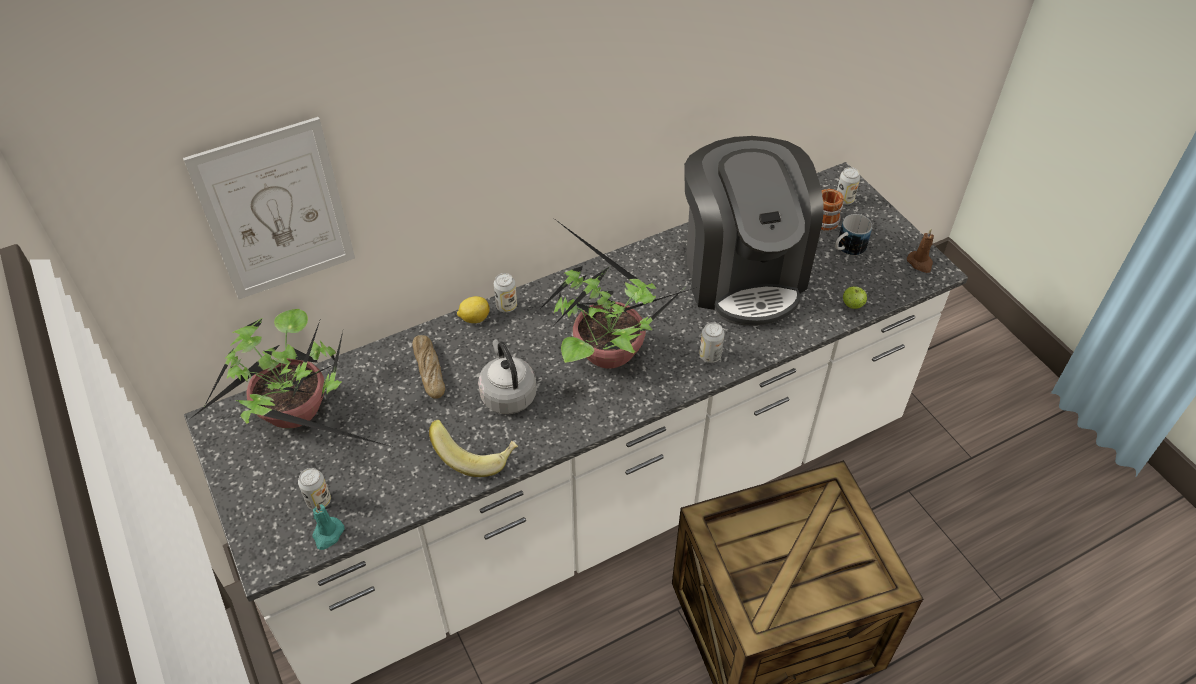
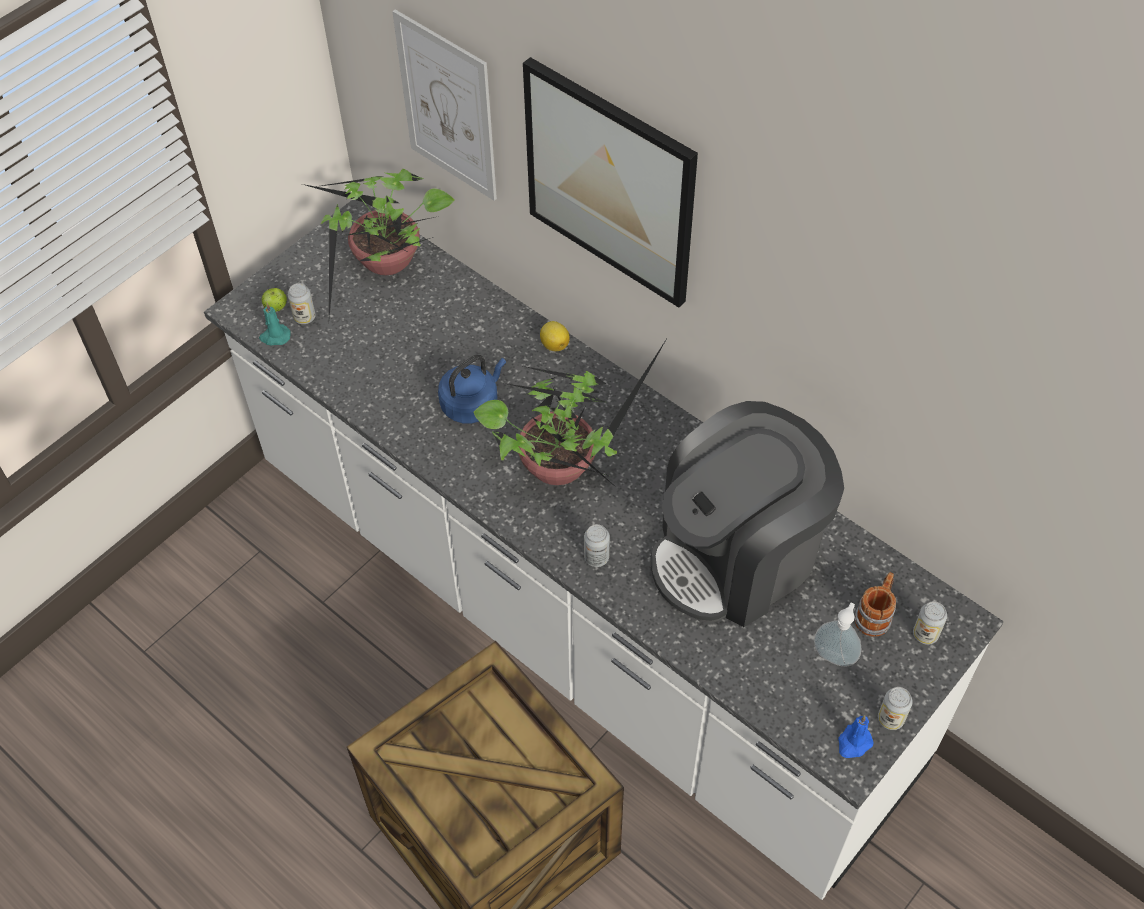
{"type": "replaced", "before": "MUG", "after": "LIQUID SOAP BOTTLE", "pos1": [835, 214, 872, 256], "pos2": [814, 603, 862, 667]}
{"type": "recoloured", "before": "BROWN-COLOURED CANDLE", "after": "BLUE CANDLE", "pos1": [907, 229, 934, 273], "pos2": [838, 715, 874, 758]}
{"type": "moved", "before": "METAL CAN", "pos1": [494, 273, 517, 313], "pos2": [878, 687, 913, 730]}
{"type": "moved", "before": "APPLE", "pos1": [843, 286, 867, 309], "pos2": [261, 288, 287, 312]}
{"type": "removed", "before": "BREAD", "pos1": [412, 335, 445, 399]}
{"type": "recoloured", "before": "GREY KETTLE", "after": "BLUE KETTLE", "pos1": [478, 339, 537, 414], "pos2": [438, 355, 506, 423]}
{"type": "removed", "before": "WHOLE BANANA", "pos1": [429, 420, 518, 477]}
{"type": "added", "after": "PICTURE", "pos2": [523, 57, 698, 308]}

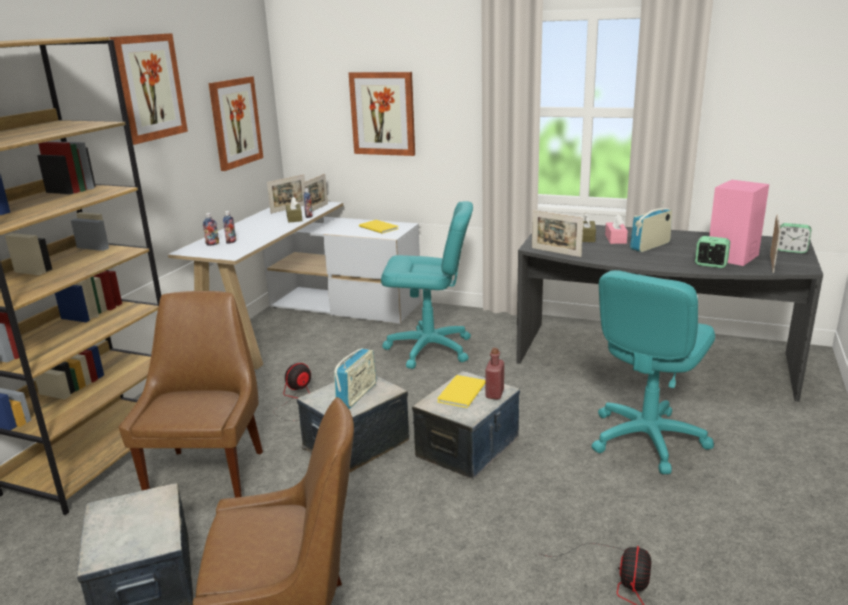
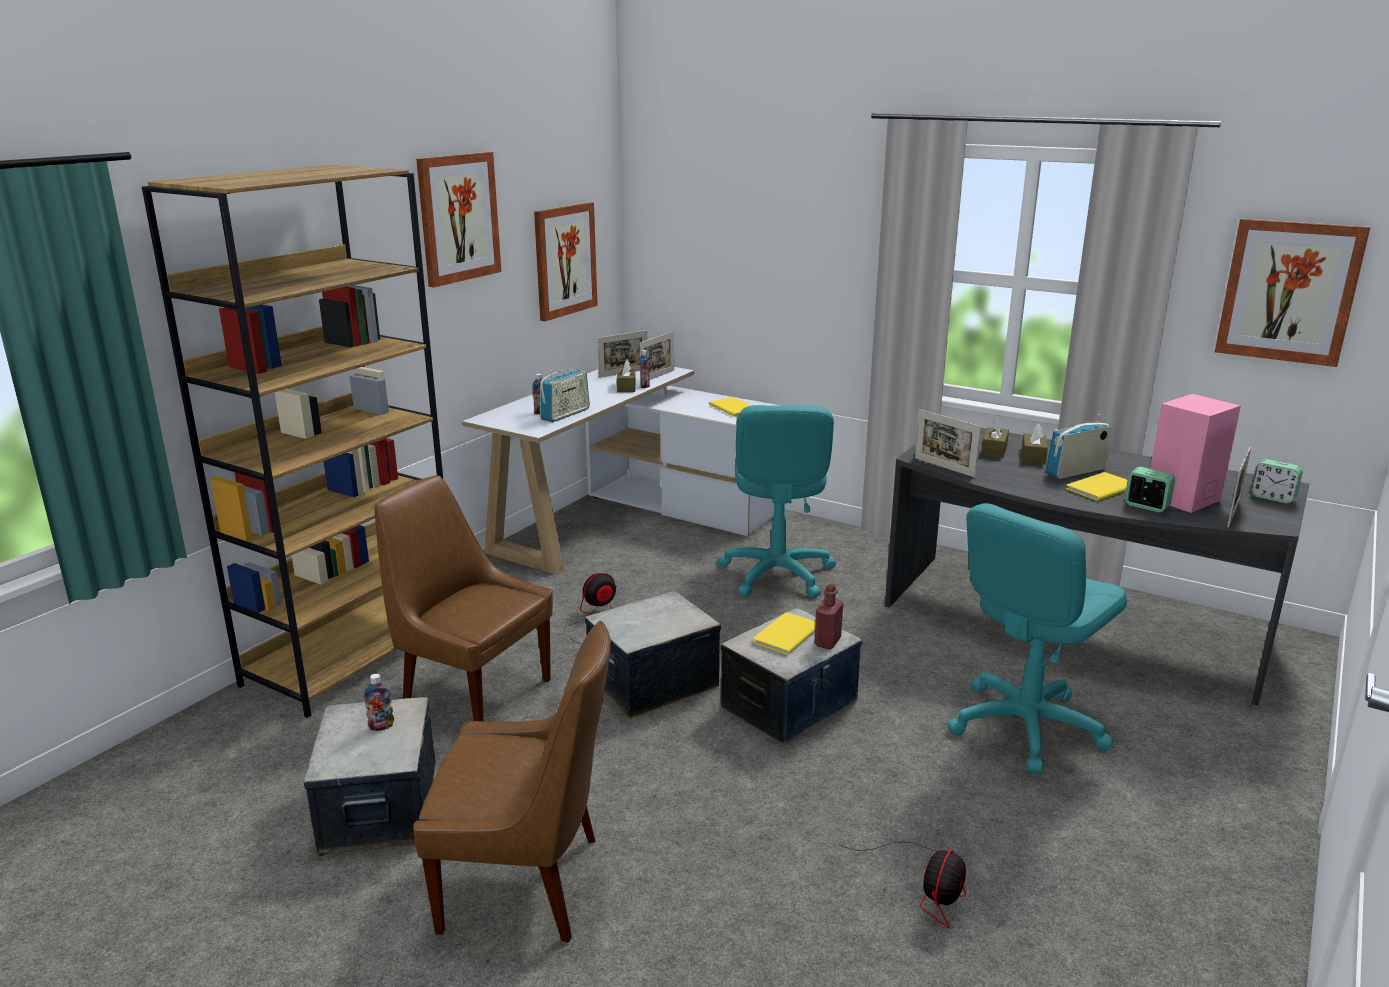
{"type": "moved", "before": "PICTURE", "pos1": [349, 72, 415, 156], "pos2": [1215, 219, 1370, 367]}
{"type": "turned", "before": "TURQUOISE OFFICE CHAIR", "pos1": [381, 201, 473, 369], "pos2": [717, 405, 836, 598], "turn": 75}
{"type": "moved", "before": "DRINK BOTTLE", "pos1": [203, 213, 219, 246], "pos2": [364, 674, 394, 731]}
{"type": "recoloured", "before": "PINK BOX OF TISSUES", "after": "BROWN-COLOURED BOX OF TISSUES", "pos1": [605, 214, 628, 244], "pos2": [1022, 424, 1048, 465]}
{"type": "turned", "before": "BROWN-COLOURED UPRIGHT CHAIR", "pos1": [119, 291, 263, 498], "pos2": [375, 475, 553, 721], "turn": -75}
{"type": "moved", "before": "RADIO", "pos1": [334, 348, 377, 409], "pos2": [540, 369, 590, 422]}
{"type": "added", "after": "YELLOWISH BOUND BOOK", "pos2": [1066, 472, 1128, 501]}

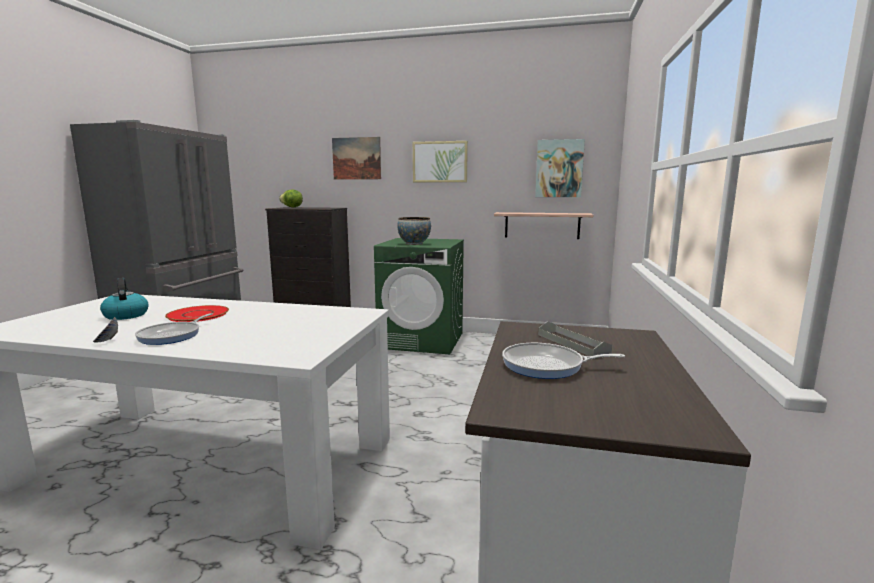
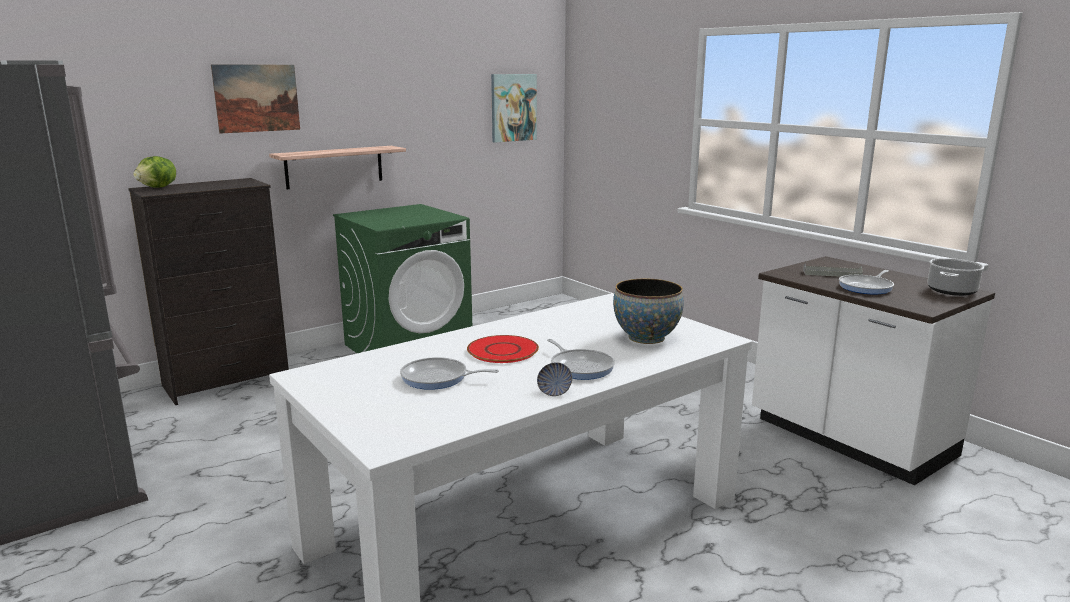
{"type": "removed", "before": "PICTURE", "pos1": [413, 141, 468, 182]}
{"type": "moved", "before": "SHELF", "pos1": [494, 212, 593, 239], "pos2": [269, 146, 406, 189]}
{"type": "moved", "before": "SERVING BOWL", "pos1": [397, 217, 431, 245], "pos2": [613, 279, 684, 344]}
{"type": "replaced", "before": "KETTLE", "after": "PAN", "pos1": [100, 278, 149, 320], "pos2": [400, 357, 499, 390]}
{"type": "added", "after": "STOCKPOT", "pos2": [928, 258, 984, 296]}

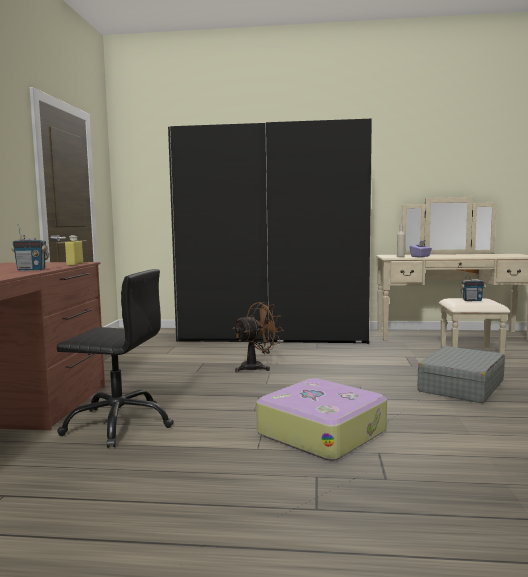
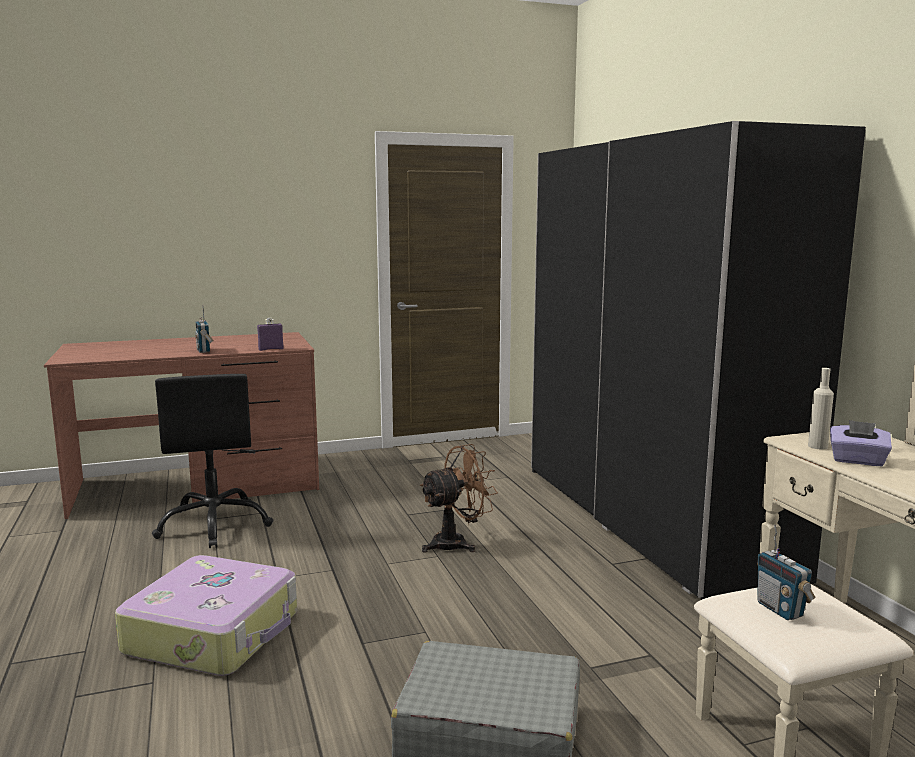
{"type": "recoloured", "before": "YELLOWISH DRINK BOTTLE", "after": "PURPLE DRINK BOTTLE", "pos1": [65, 235, 83, 265], "pos2": [257, 318, 283, 351]}
{"type": "turned", "before": "BROWN-COLOURED FAN", "pos1": [232, 302, 284, 372], "pos2": [420, 444, 498, 553], "turn": -60}

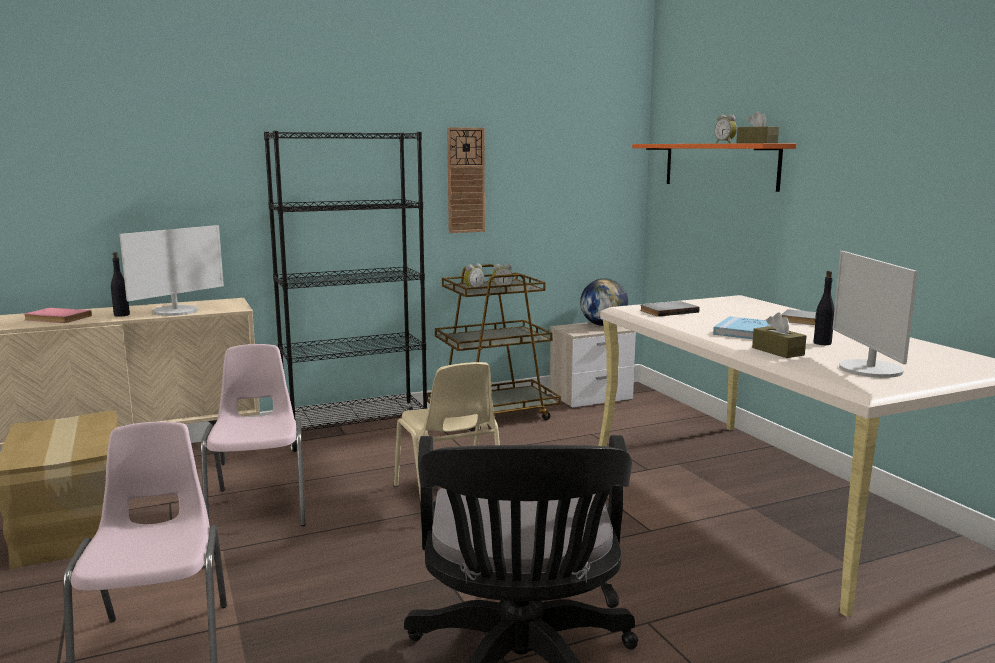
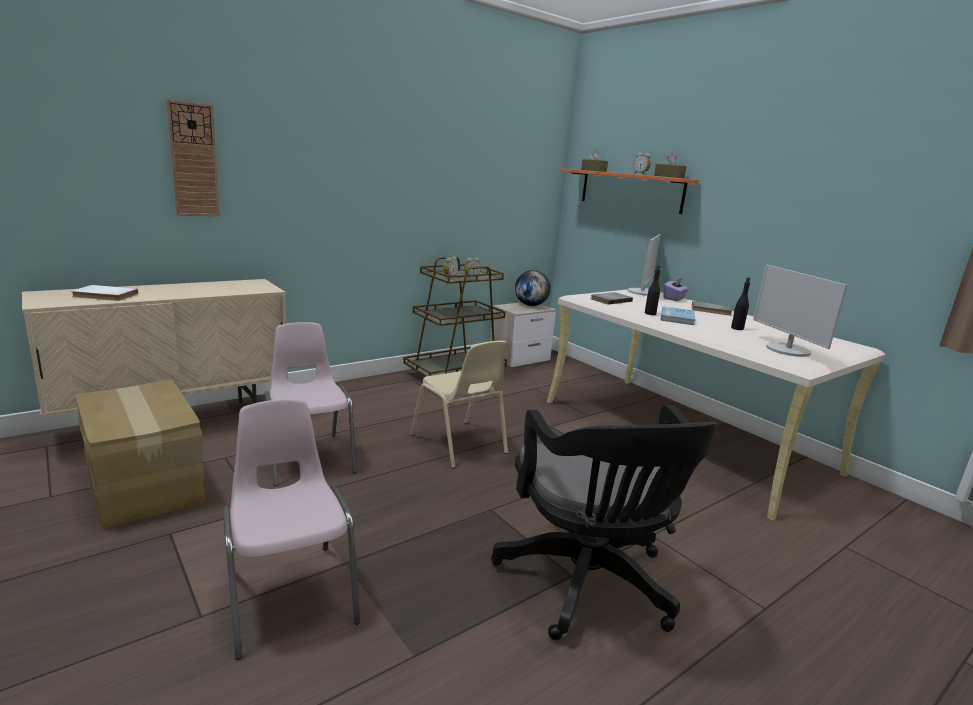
{"type": "moved", "before": "CLOCK ON THE WALL", "pos1": [447, 127, 485, 233], "pos2": [167, 100, 220, 216]}
{"type": "removed", "before": "BLACKISH BOOKSHELF", "pos1": [264, 131, 428, 452]}
{"type": "moved", "before": "MONITOR", "pos1": [119, 225, 224, 316], "pos2": [627, 234, 661, 296]}
{"type": "moved", "before": "BLACKISH DRINK BOTTLE", "pos1": [111, 252, 130, 317], "pos2": [645, 265, 660, 315]}
{"type": "recoloured", "before": "PINK BOUND BOOK", "after": "WHITISH BOUND BOOK", "pos1": [24, 308, 92, 323], "pos2": [72, 285, 138, 301]}
{"type": "moved", "before": "BROWN-COLOURED BOX OF TISSUES", "pos1": [752, 313, 806, 358], "pos2": [581, 150, 608, 172]}
{"type": "added", "after": "PURPLE BOX OF TISSUES", "pos2": [663, 278, 689, 301]}

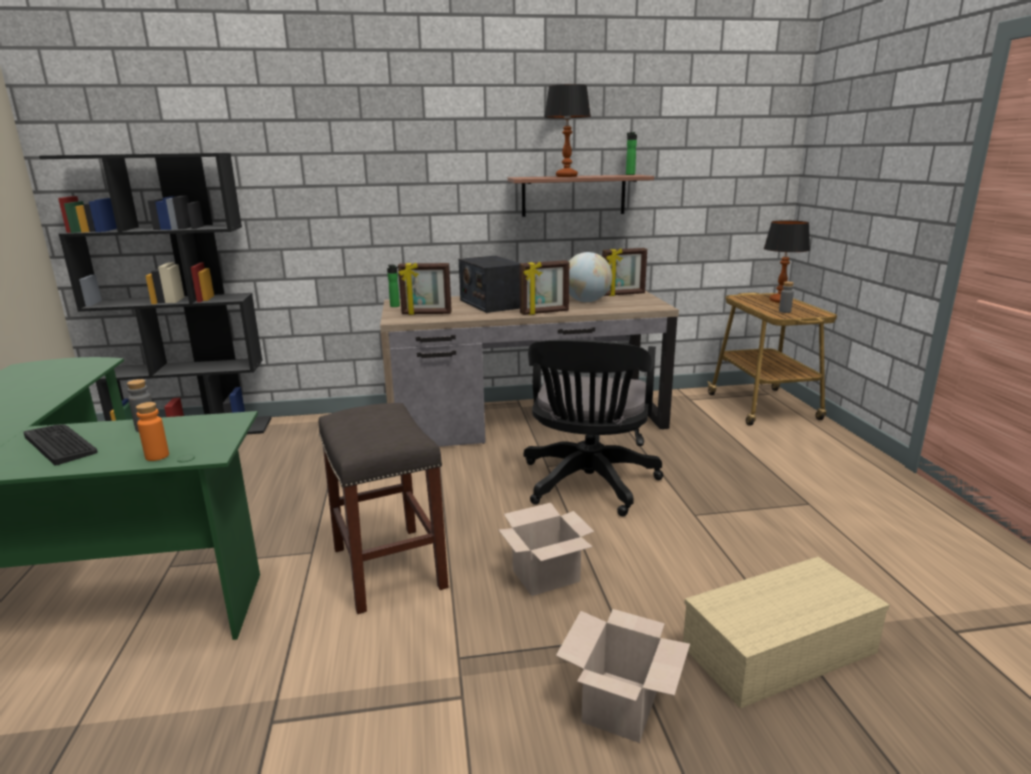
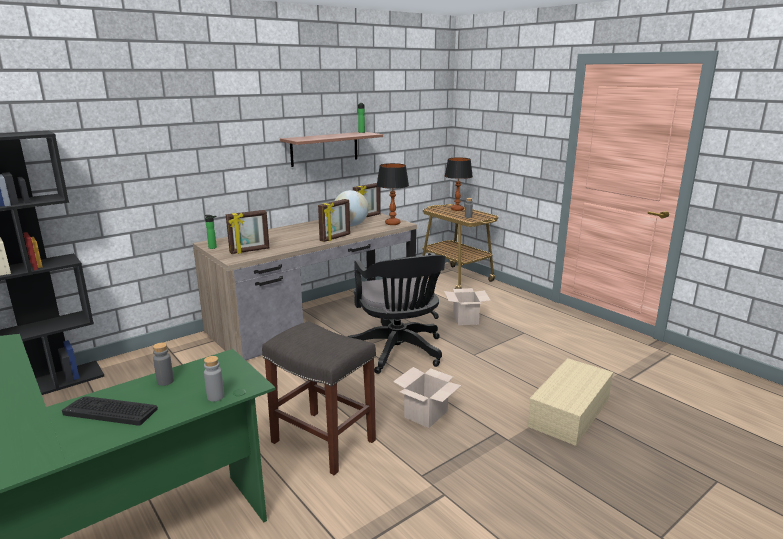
{"type": "moved", "before": "TABLETOP LAMP", "pos1": [544, 84, 591, 177], "pos2": [377, 163, 409, 225]}
{"type": "removed", "before": "RADIO", "pos1": [459, 256, 520, 313]}
{"type": "recoloured", "before": "ORANGE DRINK BOTTLE", "after": "GREY DRINK BOTTLE", "pos1": [136, 402, 169, 461], "pos2": [204, 356, 224, 401]}
{"type": "moved", "before": "PACKING BOX", "pos1": [556, 609, 690, 743], "pos2": [444, 288, 491, 325]}

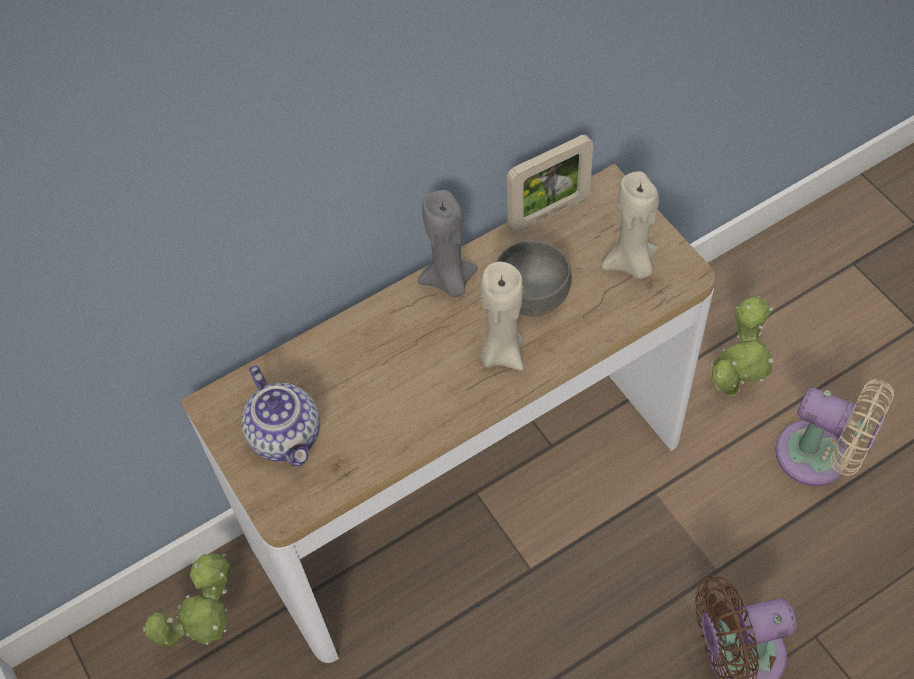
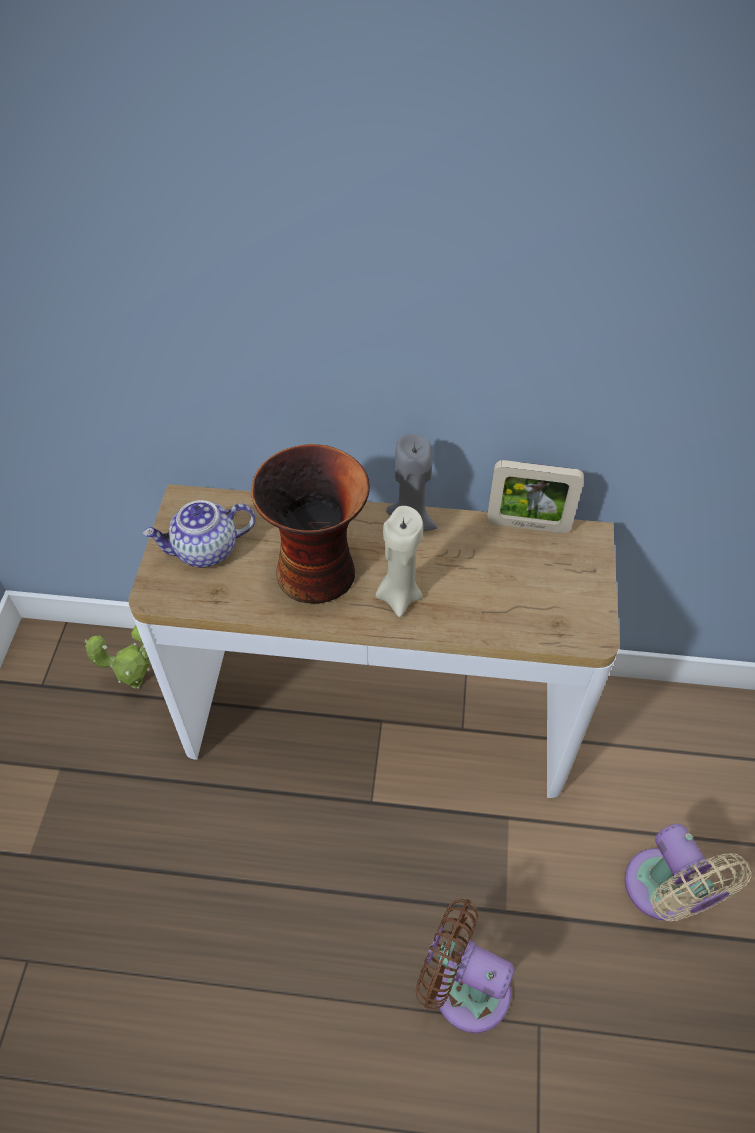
{"type": "removed", "before": "BEIGE-COLOURED CANDLE", "pos1": [602, 171, 659, 279]}
{"type": "removed", "before": "GREY SERVING BOWL", "pos1": [497, 240, 572, 317]}
{"type": "removed", "before": "PLANT IN A POT", "pos1": [710, 296, 773, 396]}
{"type": "turned", "before": "POT FOR TEA", "pos1": [241, 365, 320, 467], "pos2": [143, 500, 256, 568], "turn": 60}
{"type": "added", "after": "VASE", "pos2": [251, 444, 370, 604]}

